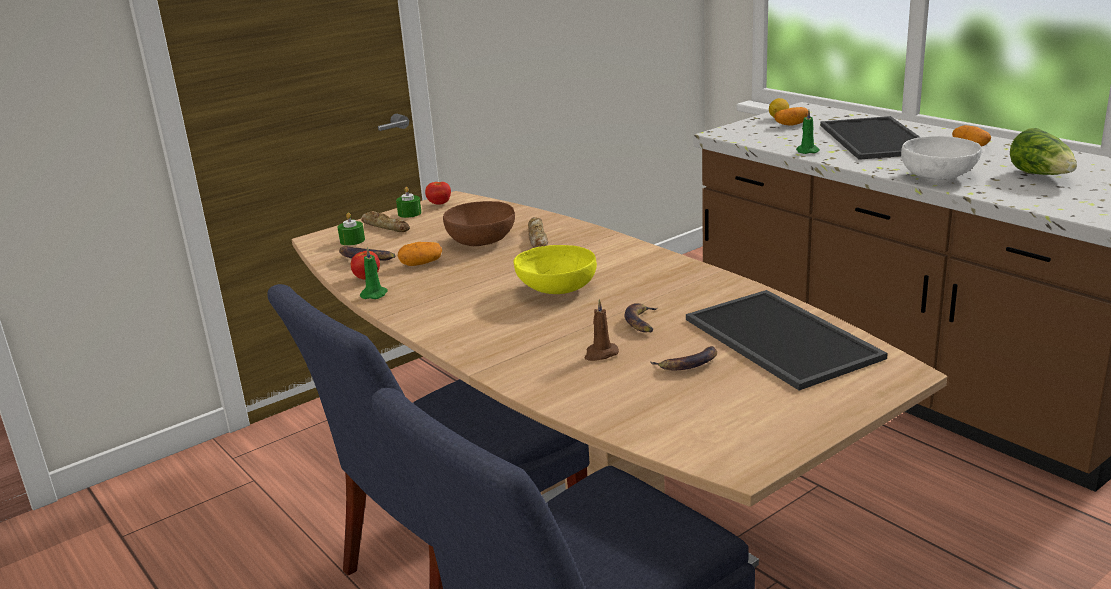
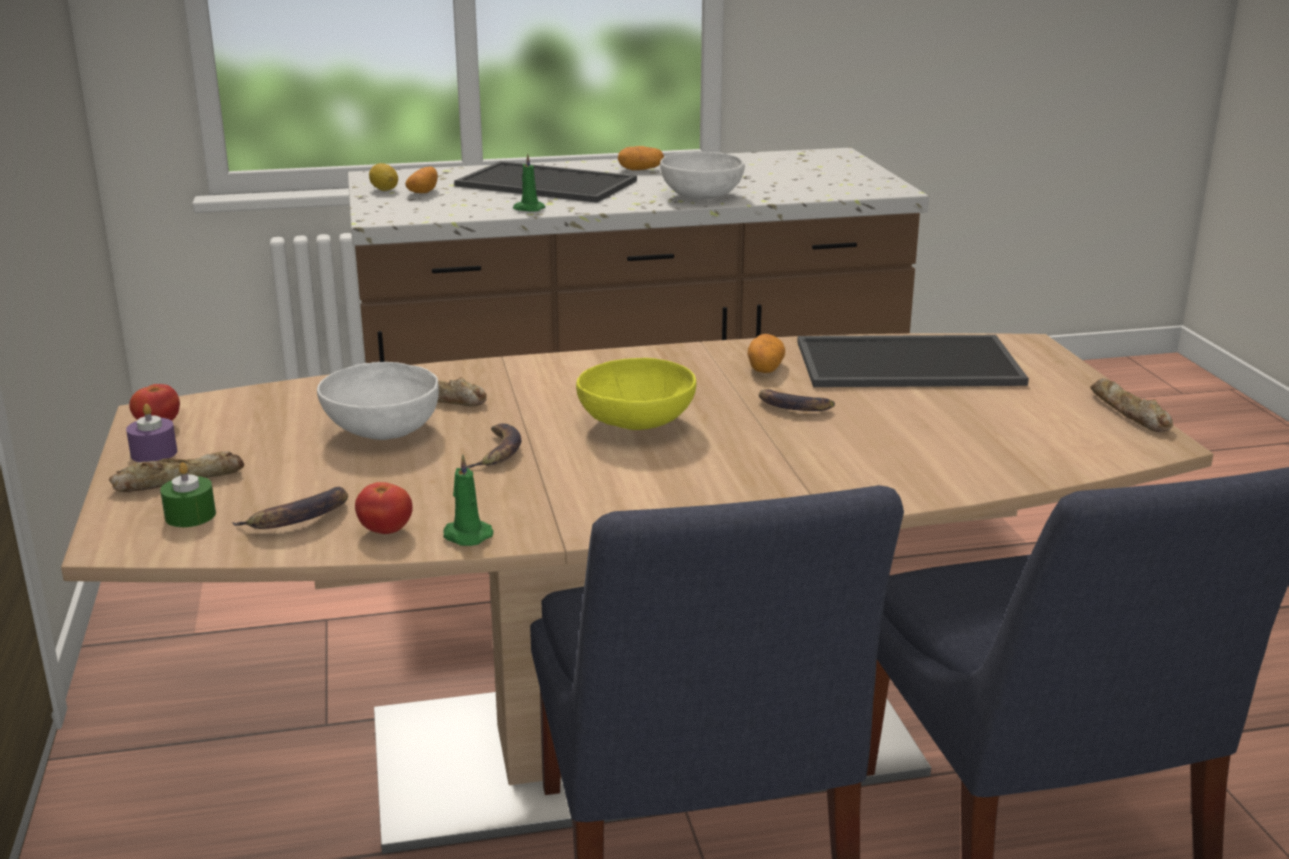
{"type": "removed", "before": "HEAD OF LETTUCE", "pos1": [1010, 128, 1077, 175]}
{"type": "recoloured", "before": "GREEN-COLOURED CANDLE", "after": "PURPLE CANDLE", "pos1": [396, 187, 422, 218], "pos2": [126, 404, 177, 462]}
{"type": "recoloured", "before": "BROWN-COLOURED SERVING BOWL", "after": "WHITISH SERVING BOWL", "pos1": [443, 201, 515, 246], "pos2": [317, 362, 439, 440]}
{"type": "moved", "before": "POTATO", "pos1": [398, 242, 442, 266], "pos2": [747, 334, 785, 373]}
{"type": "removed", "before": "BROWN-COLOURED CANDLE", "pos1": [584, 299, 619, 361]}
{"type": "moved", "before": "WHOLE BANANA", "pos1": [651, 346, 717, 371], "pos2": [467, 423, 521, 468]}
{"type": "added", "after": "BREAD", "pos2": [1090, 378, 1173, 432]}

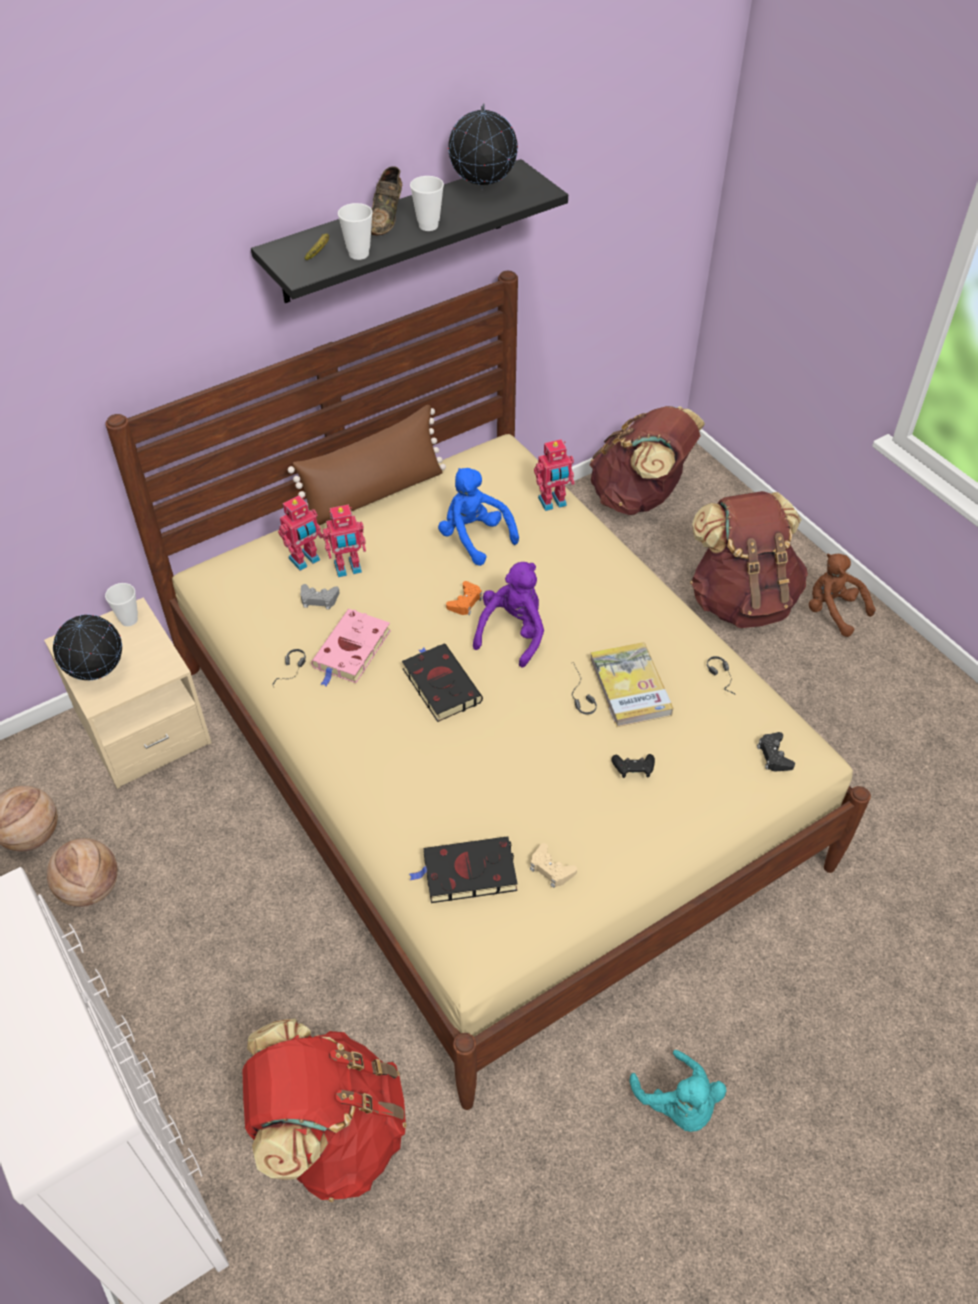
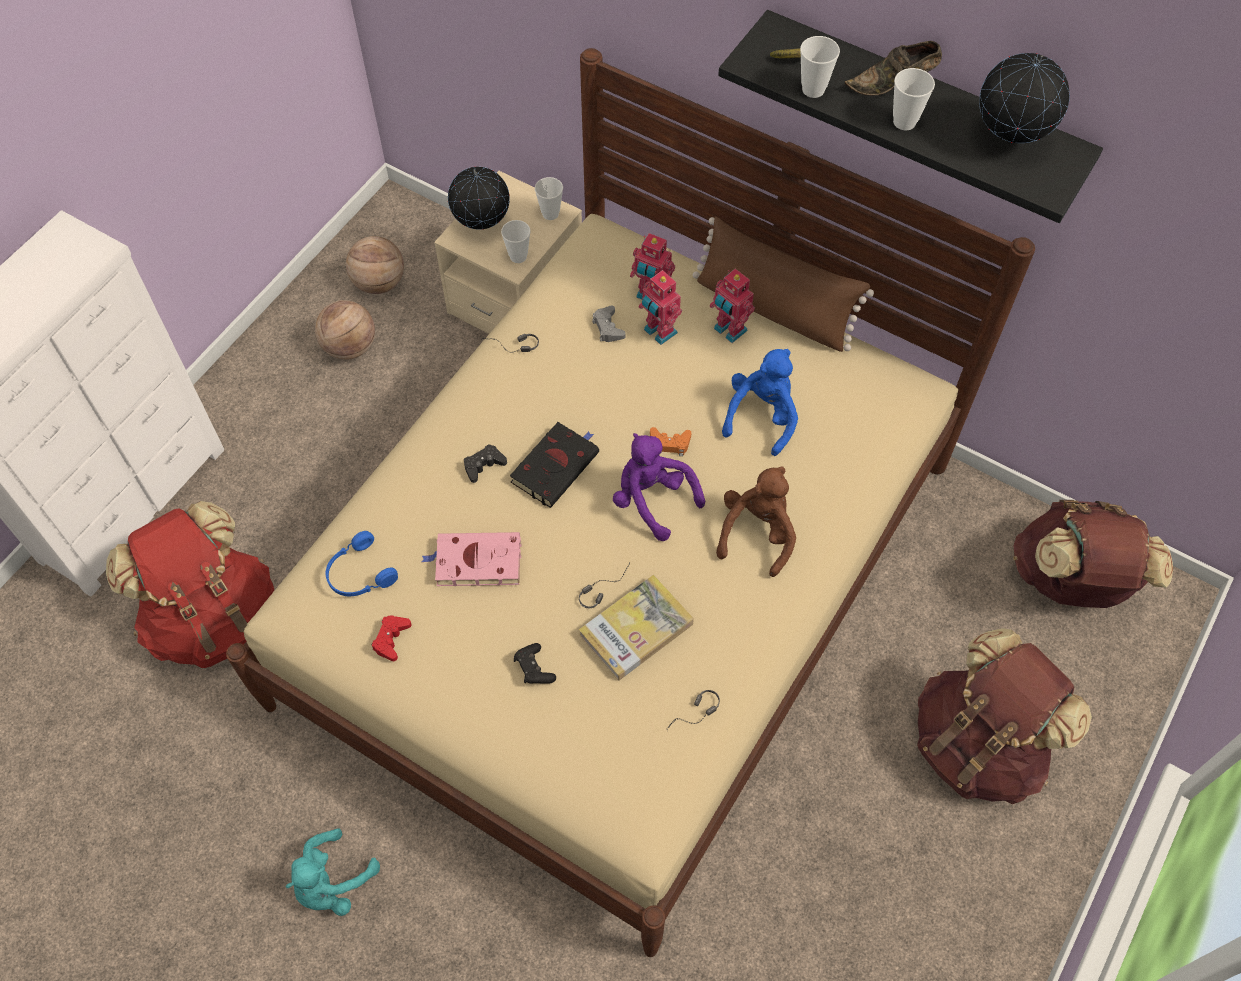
{"type": "moved", "before": "MODEL ROBOT", "pos1": [534, 439, 575, 511], "pos2": [710, 269, 755, 343]}
{"type": "moved", "before": "BROWN-COLOURED SOFT TOY", "pos1": [809, 553, 876, 637], "pos2": [716, 466, 796, 577]}
{"type": "turned", "before": "PURPLE SOFT TOY", "pos1": [473, 562, 544, 667], "pos2": [613, 433, 705, 541], "turn": -135}
{"type": "moved", "before": "PINK BOUND BOOK", "pos1": [311, 609, 391, 686], "pos2": [422, 532, 521, 586]}
{"type": "moved", "before": "BLACKISH GAMEPAD", "pos1": [757, 732, 795, 772], "pos2": [464, 444, 507, 483]}
{"type": "replaced", "before": "BLACKISH BOUND BOOK", "after": "BLUE PAIR OF HEADPHONES", "pos1": [409, 836, 518, 903], "pos2": [326, 531, 398, 596]}
{"type": "recoloured", "before": "BEIGE-COLOURED GAMEPAD", "after": "REDDISH GAMEPAD", "pos1": [530, 843, 577, 888], "pos2": [372, 615, 412, 661]}
{"type": "added", "after": "SMALL CUP", "pos2": [501, 220, 531, 263]}

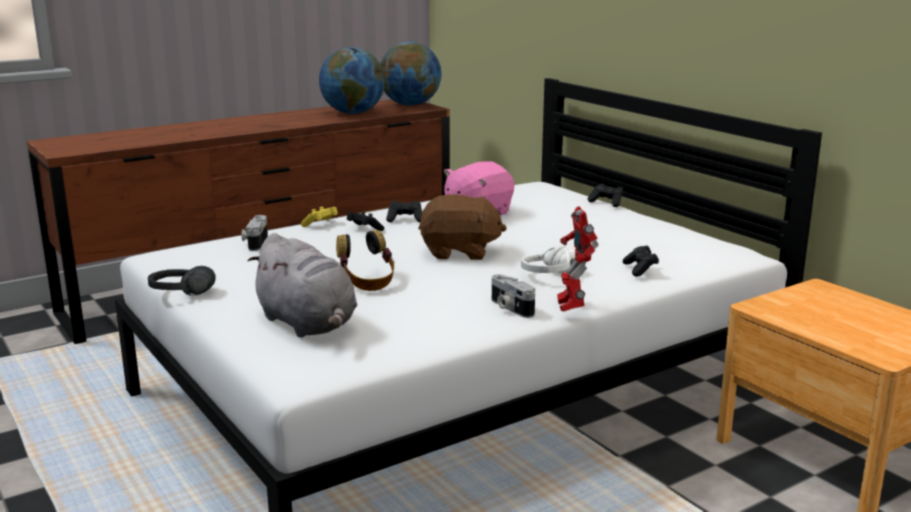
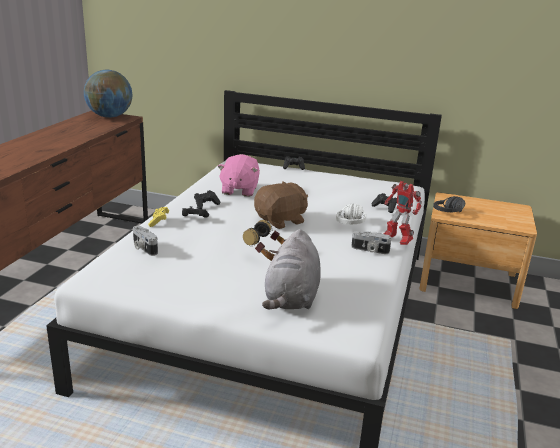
{"type": "removed", "before": "DESK GLOBE", "pos1": [319, 47, 385, 114]}
{"type": "turned", "before": "GREY SOFT TOY", "pos1": [248, 233, 357, 338], "pos2": [262, 229, 321, 309], "turn": 90}
{"type": "moved", "before": "BLACKISH PAIR OF HEADPHONES", "pos1": [148, 266, 216, 296], "pos2": [433, 196, 465, 212]}

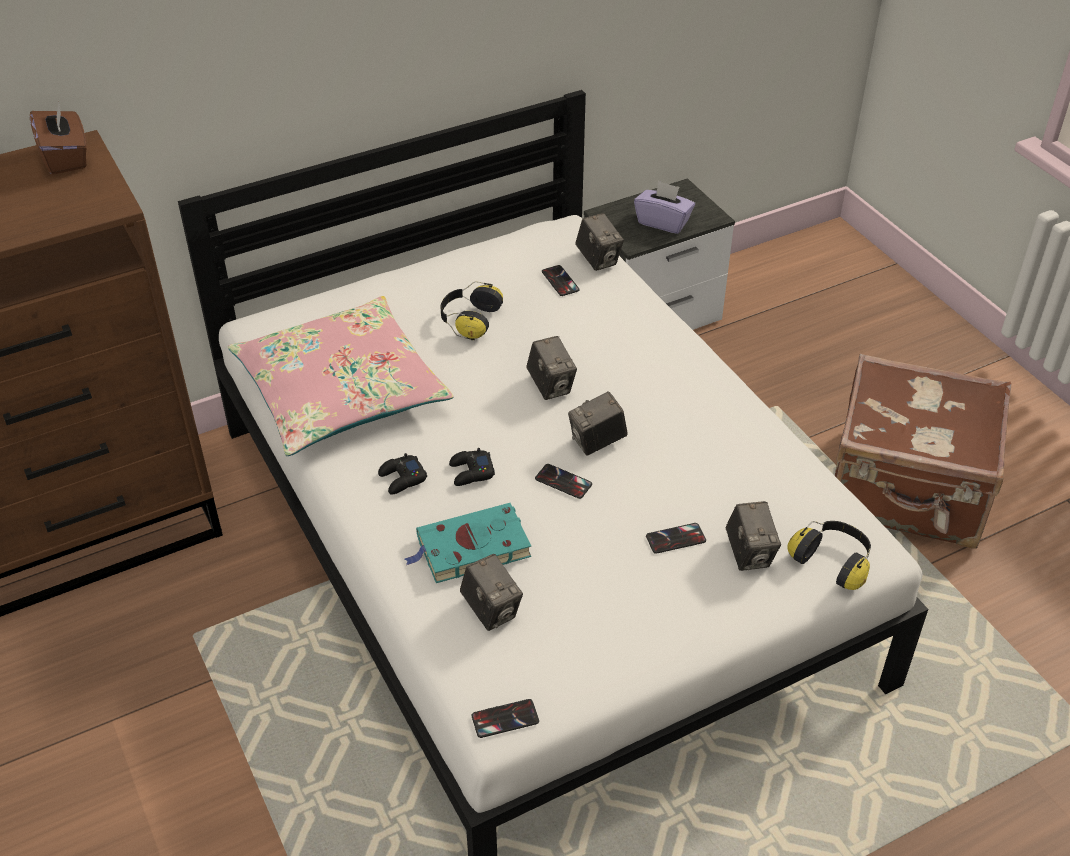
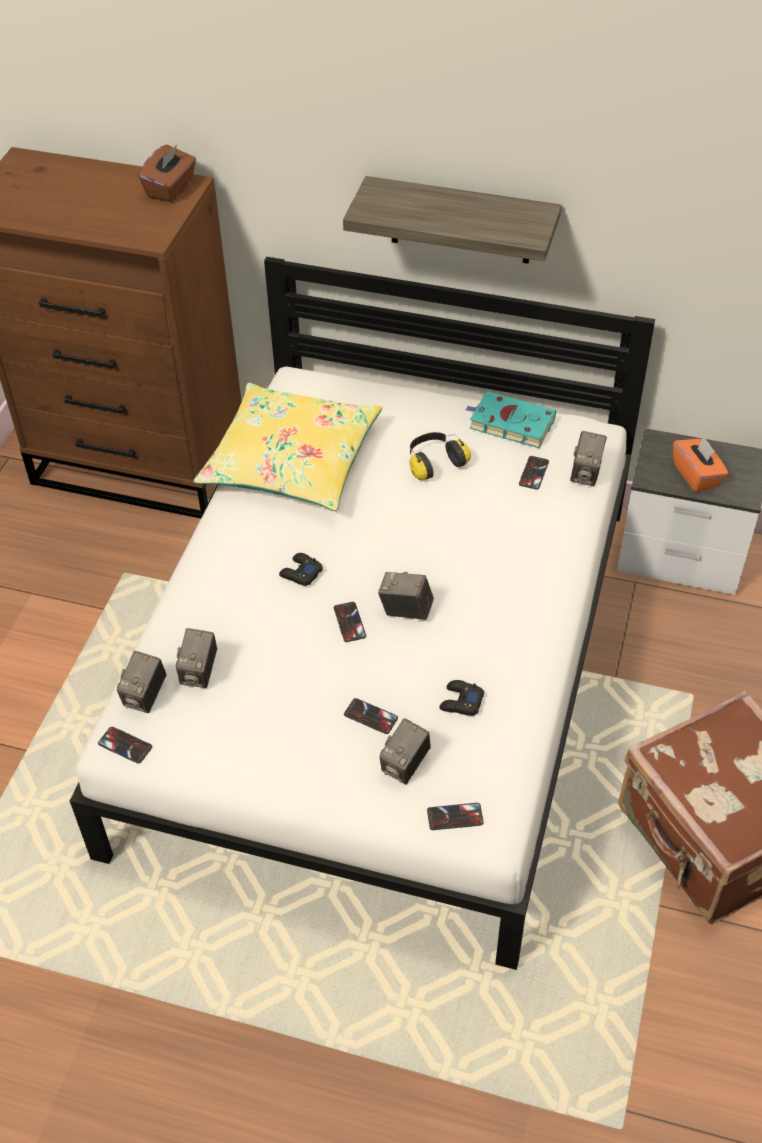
{"type": "recoloured", "before": "PURPLE BOX OF TISSUES", "after": "ORANGE BOX OF TISSUES", "pos1": [634, 181, 695, 234], "pos2": [673, 436, 728, 492]}
{"type": "recoloured", "before": "PINK CUSHION", "after": "YELLOWISH CUSHION", "pos1": [228, 296, 454, 456], "pos2": [193, 383, 382, 511]}
{"type": "moved", "before": "PHOTO CAMERA", "pos1": [526, 336, 577, 400], "pos2": [117, 651, 167, 713]}
{"type": "moved", "before": "BLACKISH GAMEPAD", "pos1": [378, 453, 427, 495], "pos2": [439, 680, 484, 716]}
{"type": "moved", "before": "TURQUOISE BOUND BOOK", "pos1": [405, 503, 531, 583], "pos2": [465, 391, 556, 448]}
{"type": "replaced", "before": "PAIR OF HEADPHONES", "after": "PHONE", "pos1": [787, 521, 871, 590], "pos2": [427, 803, 484, 830]}
{"type": "added", "after": "SHELF", "pos2": [343, 176, 562, 264]}

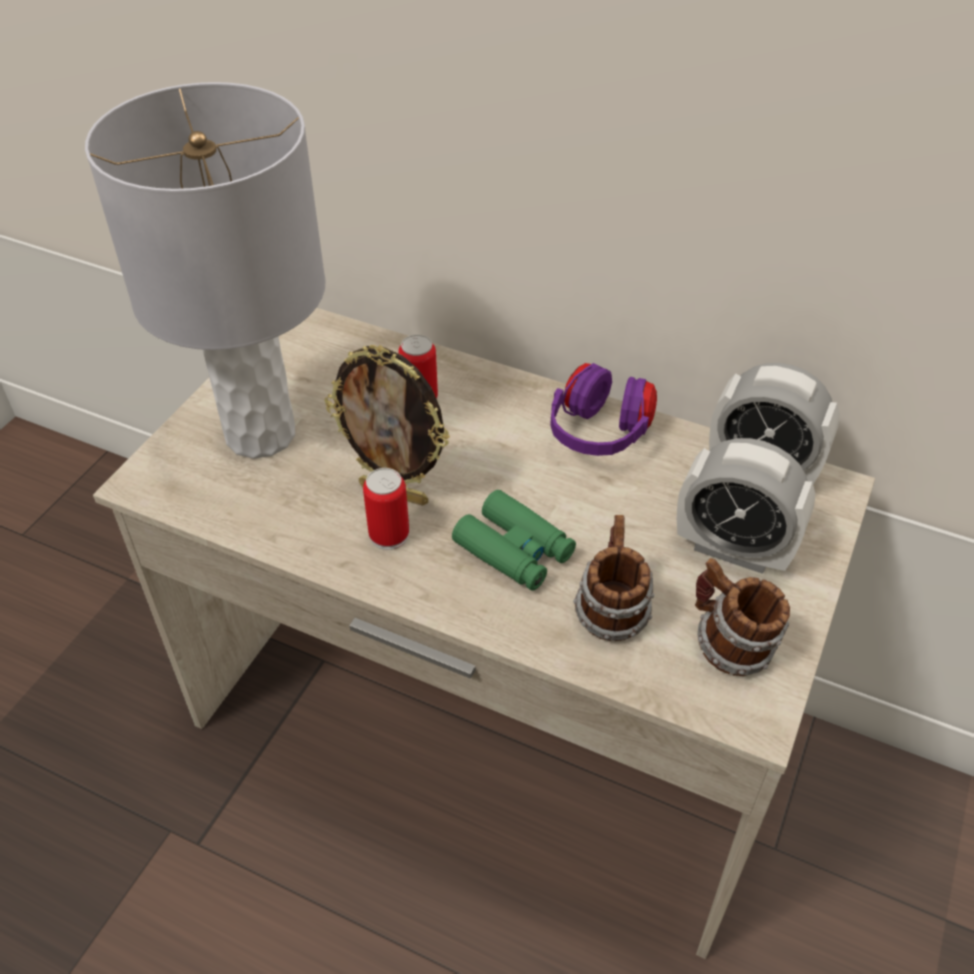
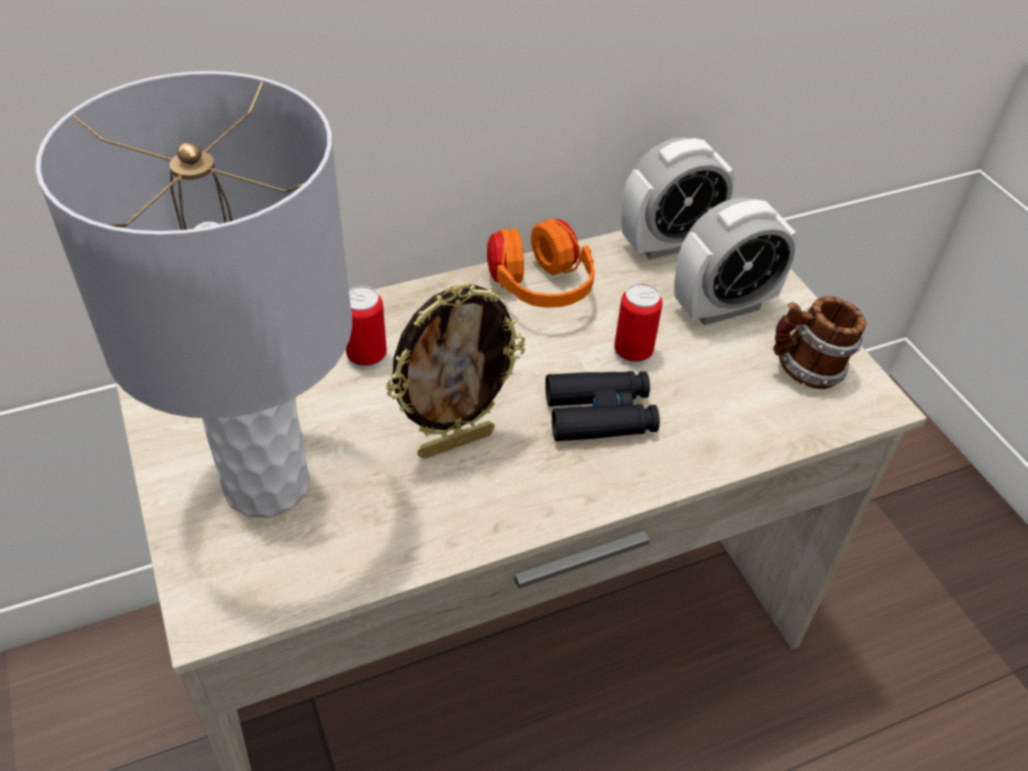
{"type": "recoloured", "before": "PURPLE PAIR OF HEADPHONES", "after": "ORANGE PAIR OF HEADPHONES", "pos1": [550, 363, 657, 456], "pos2": [487, 218, 595, 308]}
{"type": "moved", "before": "METAL CAN", "pos1": [363, 468, 409, 550], "pos2": [614, 283, 662, 365]}
{"type": "recoloured", "before": "GREEN-COLOURED PAIR OF BINOCULARS", "after": "BLACKISH PAIR OF BINOCULARS", "pos1": [452, 490, 576, 591], "pos2": [545, 371, 660, 441]}
{"type": "removed", "before": "MUG", "pos1": [573, 515, 654, 641]}

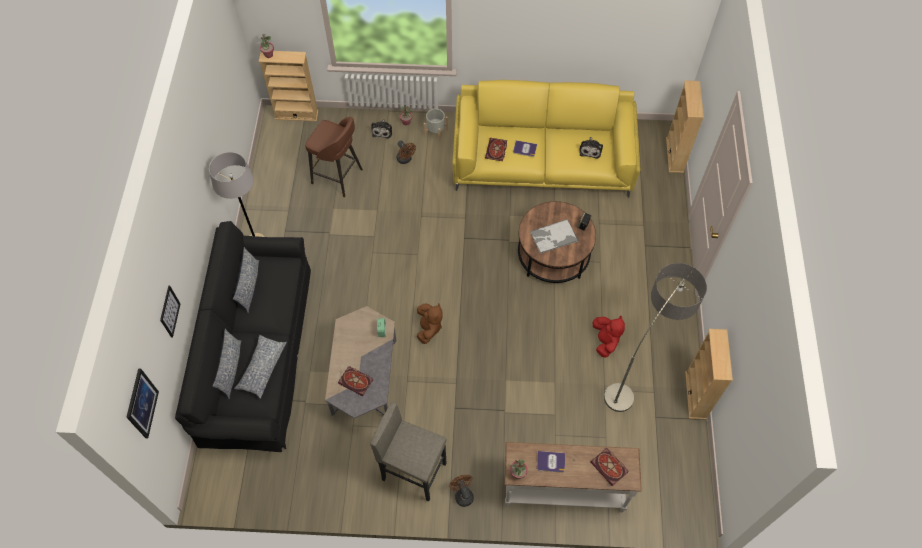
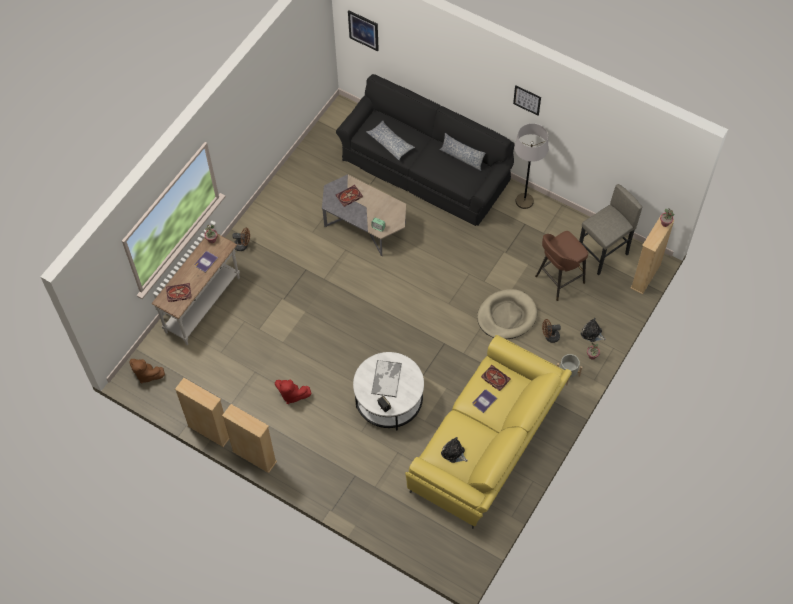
{"type": "moved", "before": "BEIGE-COLOURED BOOKSHELF", "pos1": [666, 80, 704, 173], "pos2": [222, 404, 277, 473]}
{"type": "recoloured", "before": "BROWN-COLOURED COFFEE TABLE", "after": "WHITISH COFFEE TABLE", "pos1": [518, 201, 596, 283], "pos2": [353, 352, 424, 431]}
{"type": "removed", "before": "STANDARD LAMP", "pos1": [604, 263, 707, 412]}
{"type": "moved", "before": "PICTURE", "pos1": [160, 286, 180, 338], "pos2": [513, 85, 541, 116]}
{"type": "moved", "before": "BROWN-COLOURED SOFT TOY", "pos1": [417, 304, 443, 344], "pos2": [129, 359, 165, 383]}
{"type": "removed", "before": "CUSHION", "pos1": [212, 329, 241, 399]}
{"type": "moved", "before": "GREY STOOL", "pos1": [370, 402, 447, 501], "pos2": [579, 184, 642, 275]}
{"type": "added", "after": "BEIGE-COLOURED DOG CUSHION", "pos2": [477, 289, 537, 339]}

